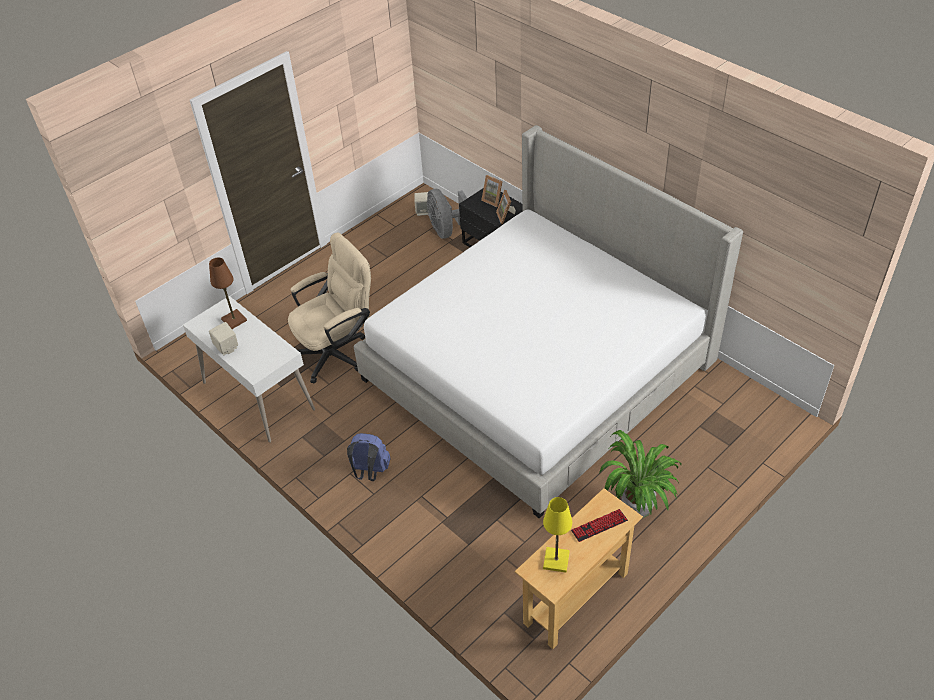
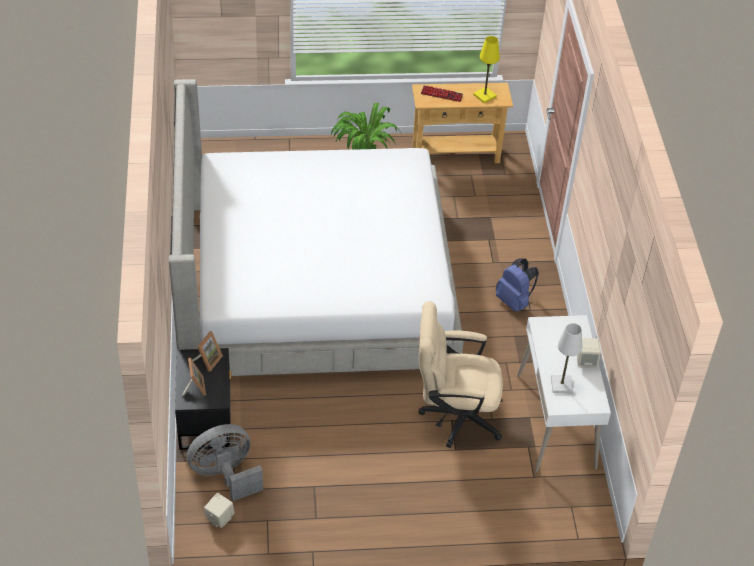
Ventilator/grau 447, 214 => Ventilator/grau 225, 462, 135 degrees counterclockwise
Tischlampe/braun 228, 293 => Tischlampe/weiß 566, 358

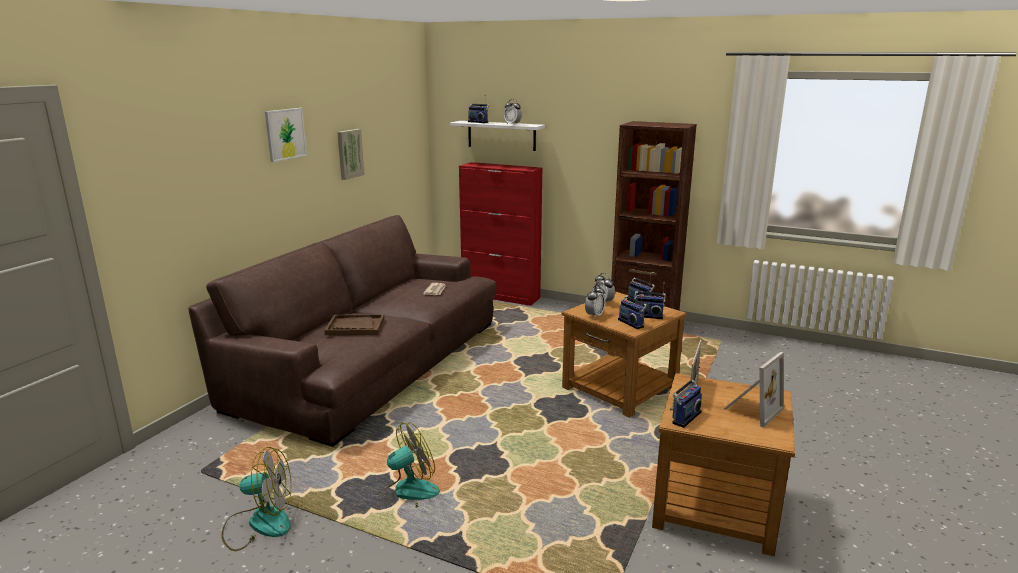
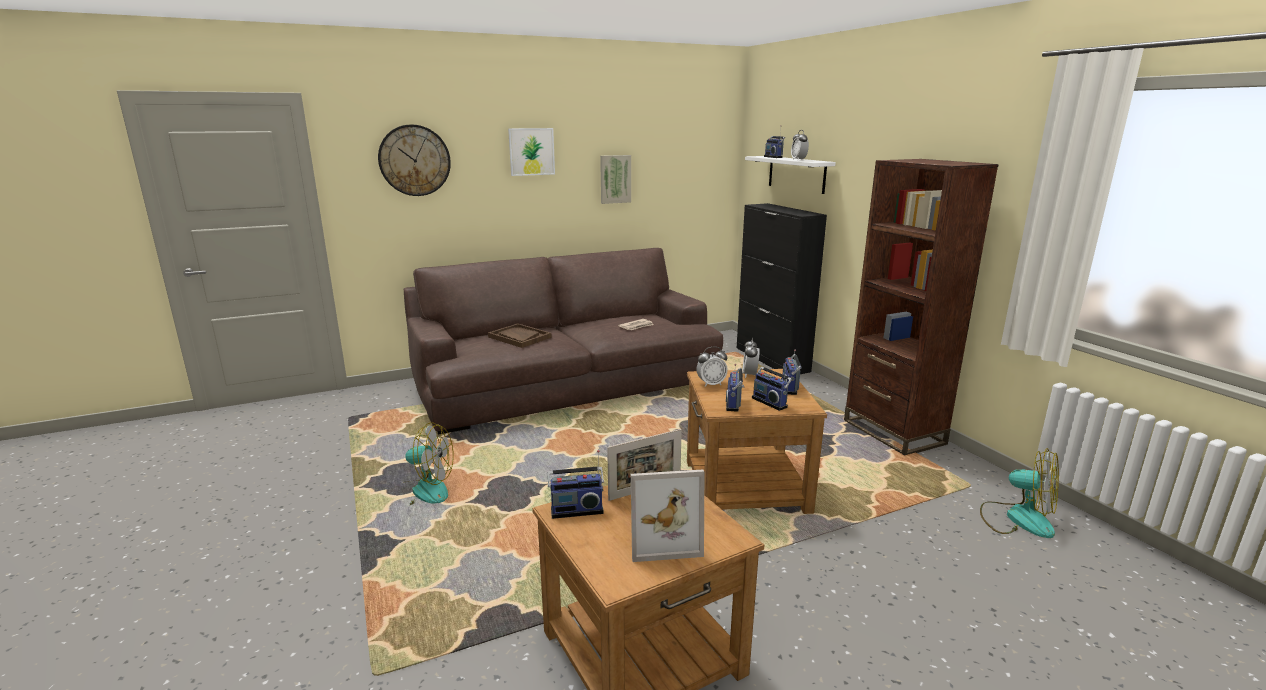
nothing => Wanduhr 414, 160
Schrank/rot 500, 234 => Schrank/schwarz 782, 288
Ventilator 256, 499 => Ventilator 1019, 493, shifted

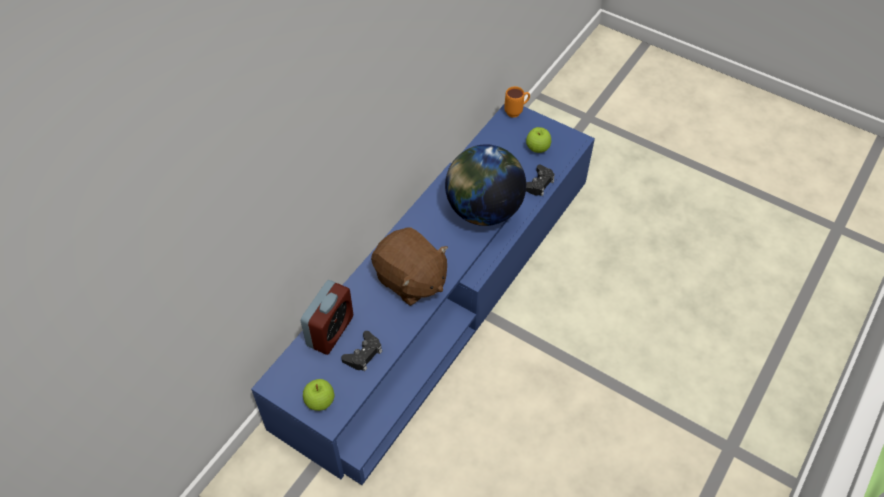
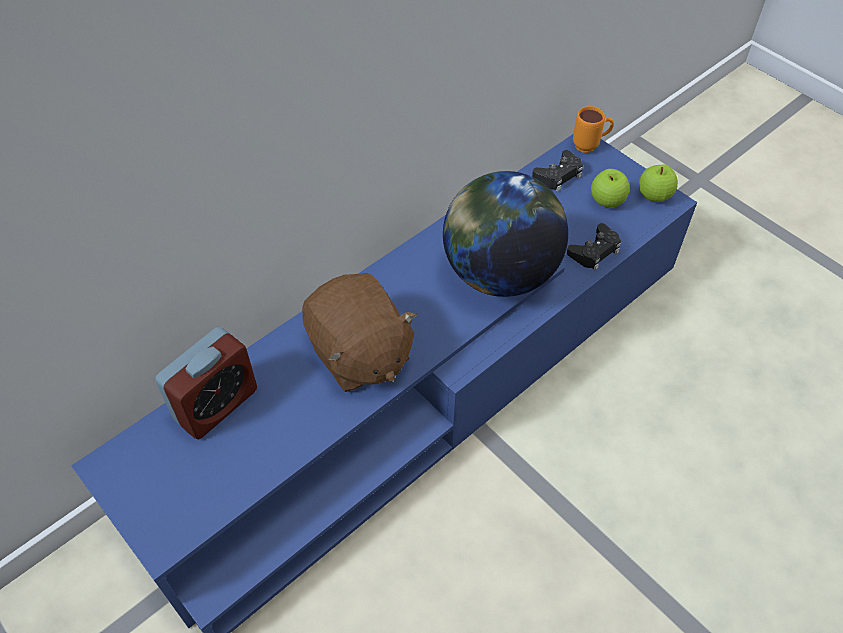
Gamepad/schwarz 361, 351 => Gamepad/schwarz 557, 171, shifted
Apfel 318, 395 => Apfel 658, 183, shifted

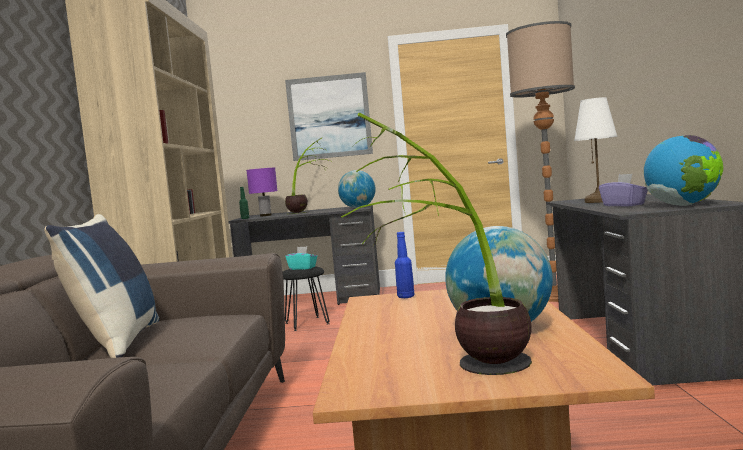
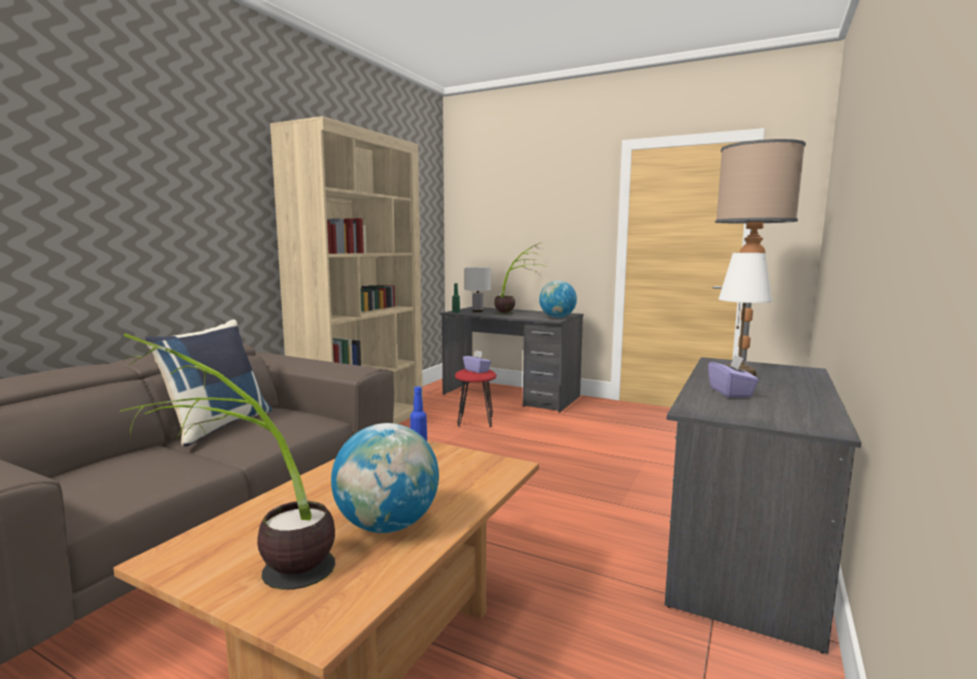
Hocker/schwarz 306, 298 => Hocker/rot 475, 398
Taschentuchbox/türkis 301, 258 => Taschentuchbox/lila 477, 361
Tischlampe/lila 261, 191 => Tischlampe/weiß 478, 289
Bild 329, 116 => nothing
Globus 683, 170 => nothing

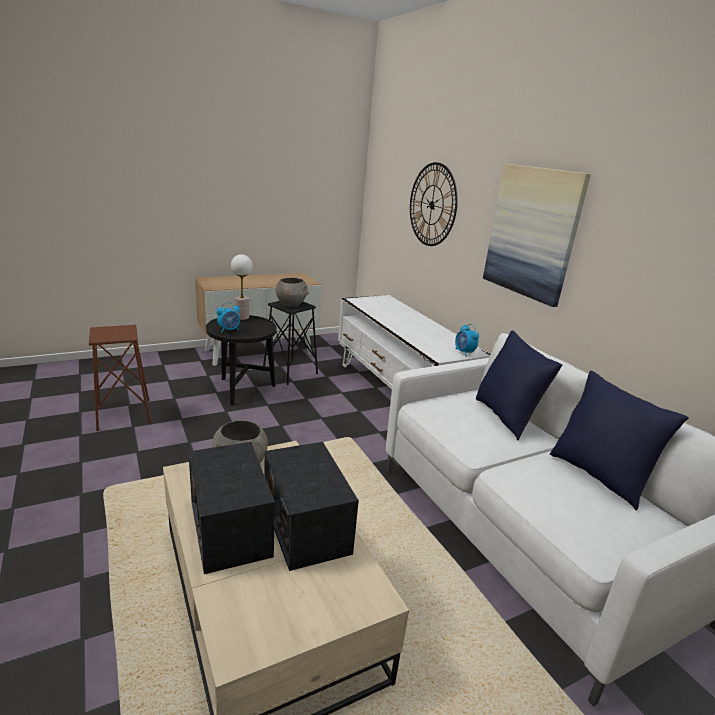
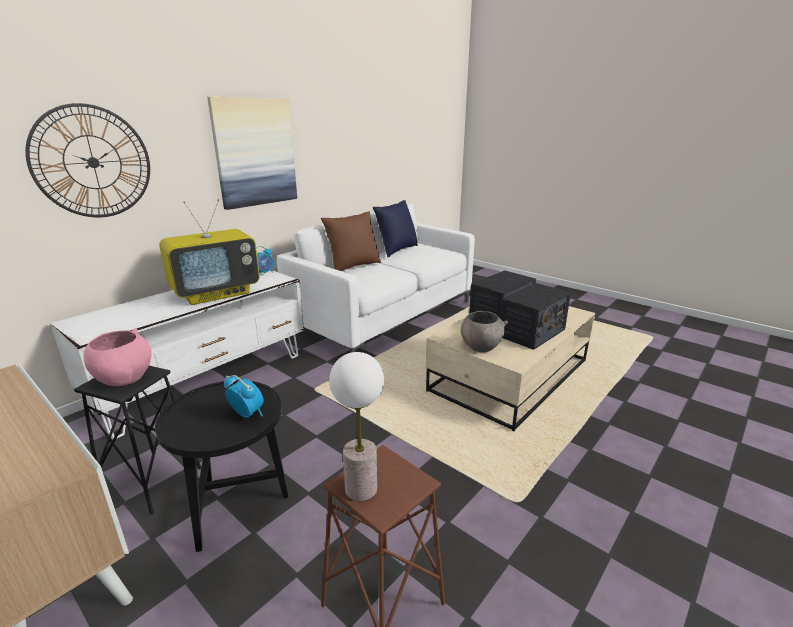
Schüssel/grau 292, 292 => Schüssel/rosa 118, 357
nothing => Fernseher 209, 252
Kissen/blau 519, 385 => Kissen/braun 351, 241
Tischlampe 242, 287 => Tischlampe 356, 426, shifted

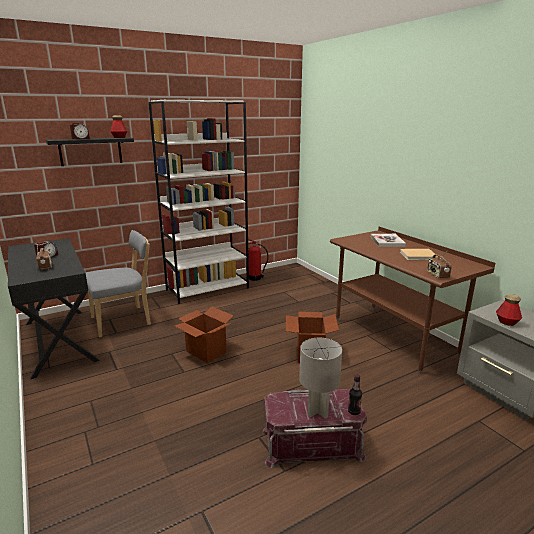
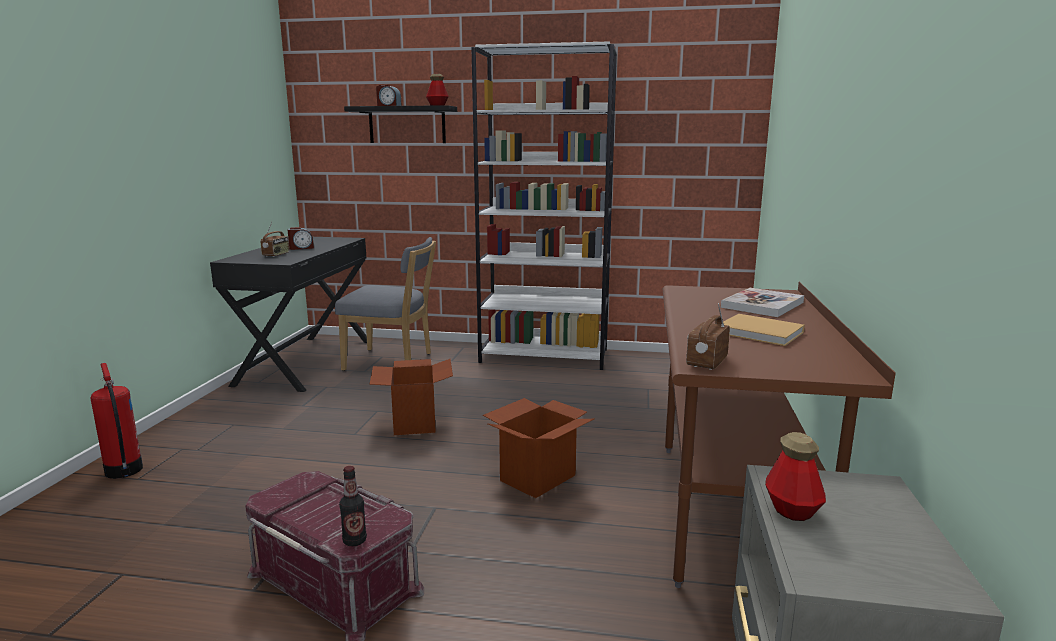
Feuerlöscher 258, 260 => Feuerlöscher 117, 421, shifted
Tischlampe/grau 320, 378 => nothing

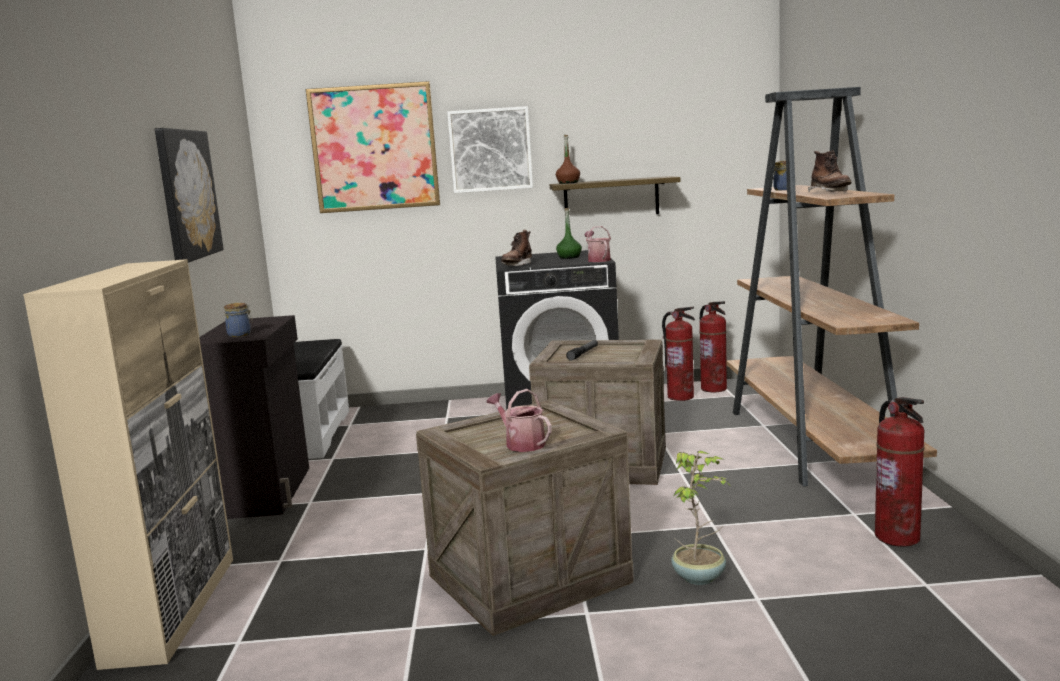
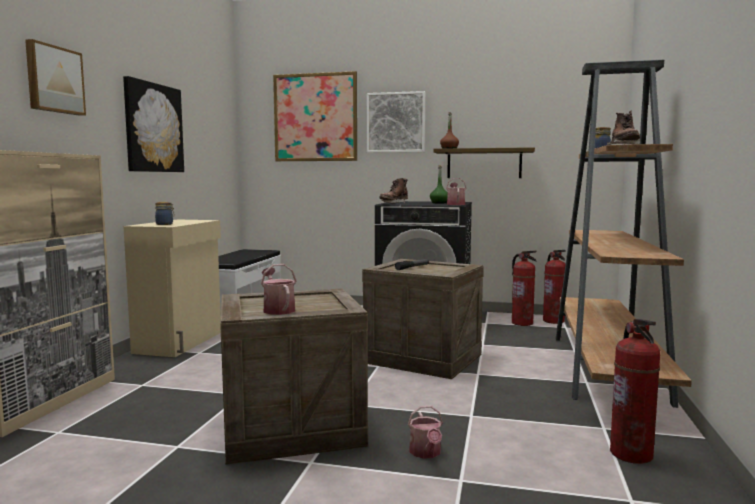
nothing => Bild 55, 77
Schrank/schwarz 254, 417 => Schrank/beige 172, 288
Topfpflanze 700, 518 => Gießkanne 425, 432

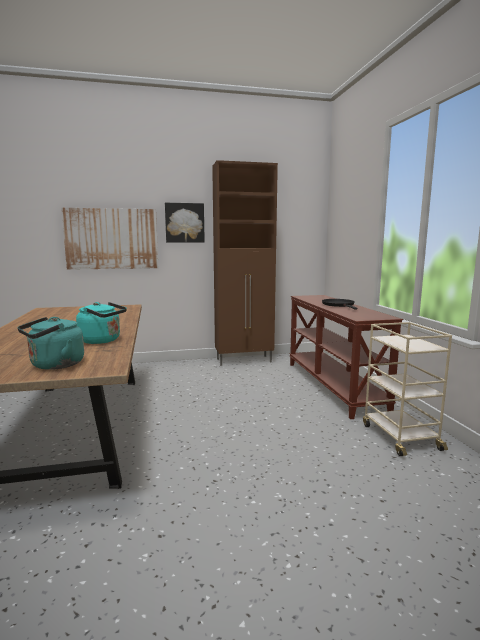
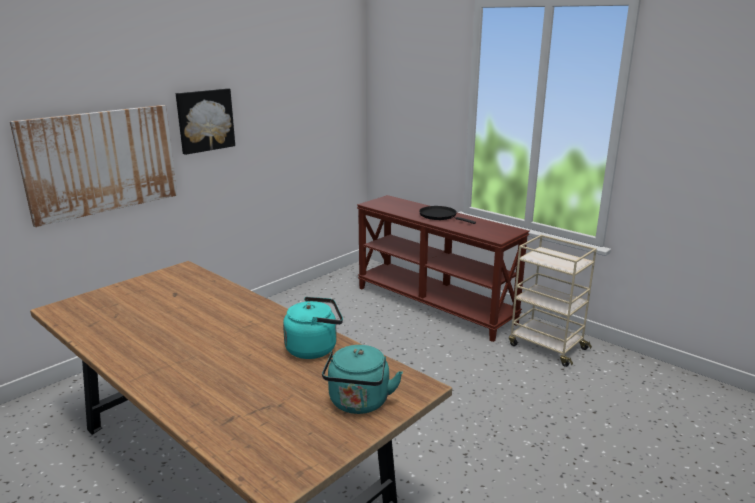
Schrank/braun 245, 263 => nothing

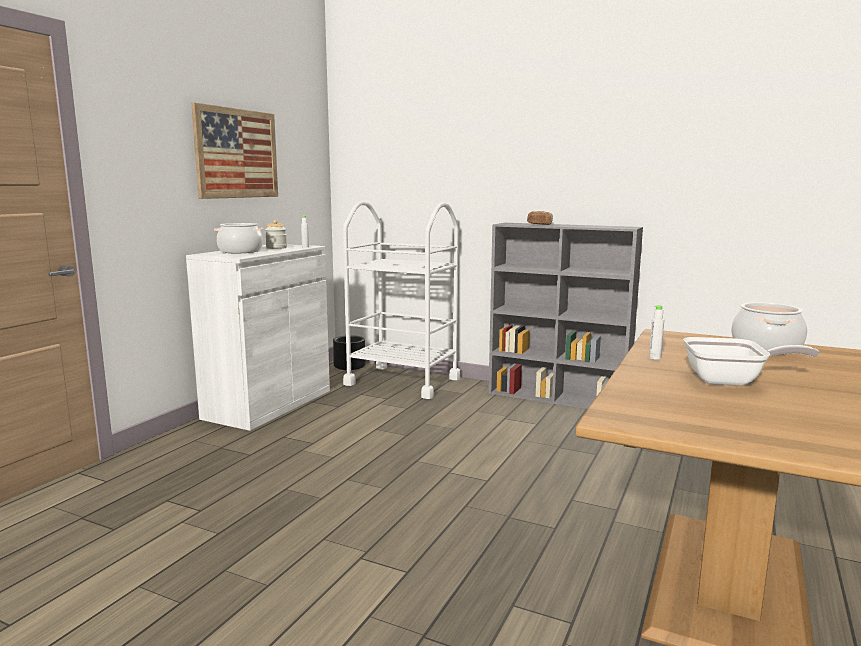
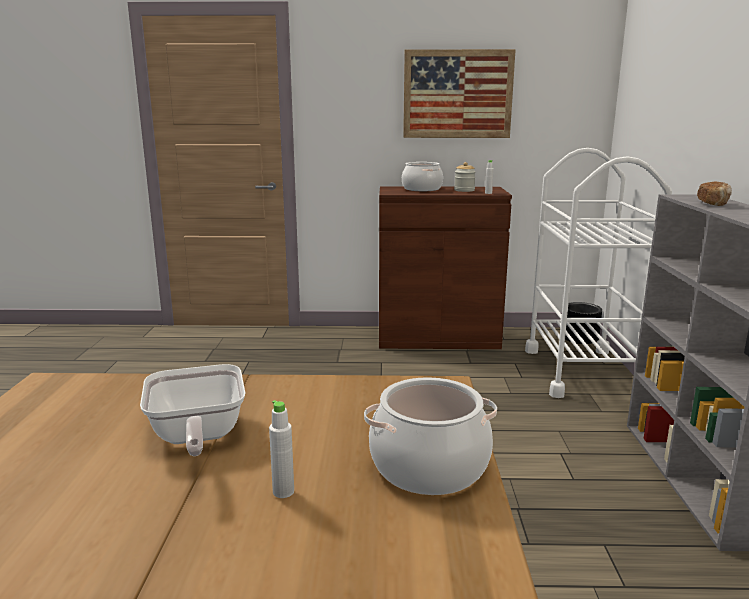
Flasche/weiß 656, 332 => Flasche/weiß 281, 449, shifted
Schrank/weiß 258, 337 => Schrank/braun 445, 267

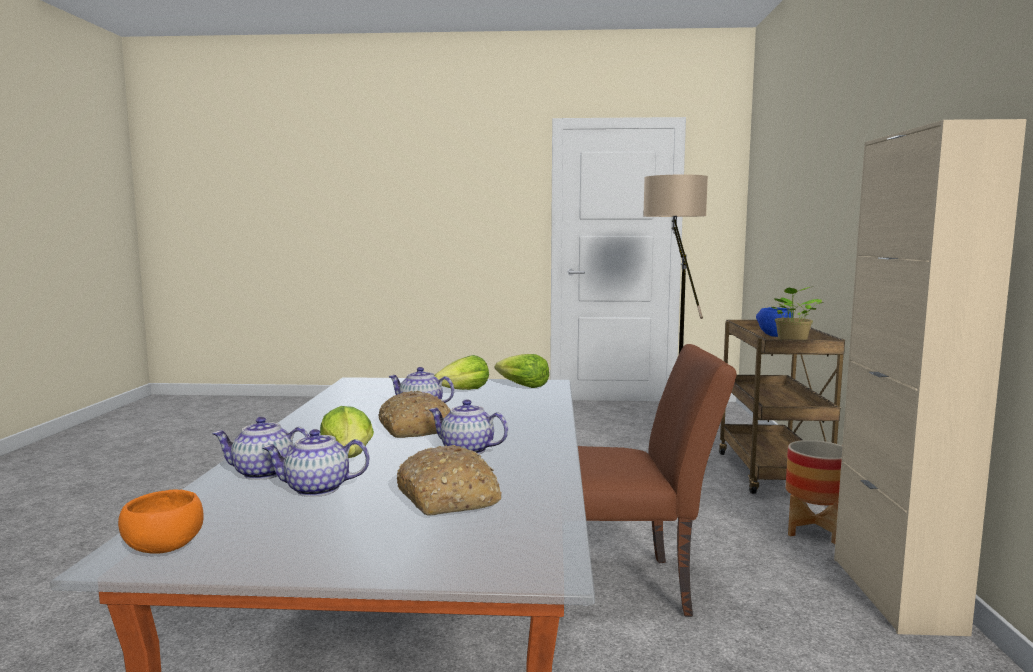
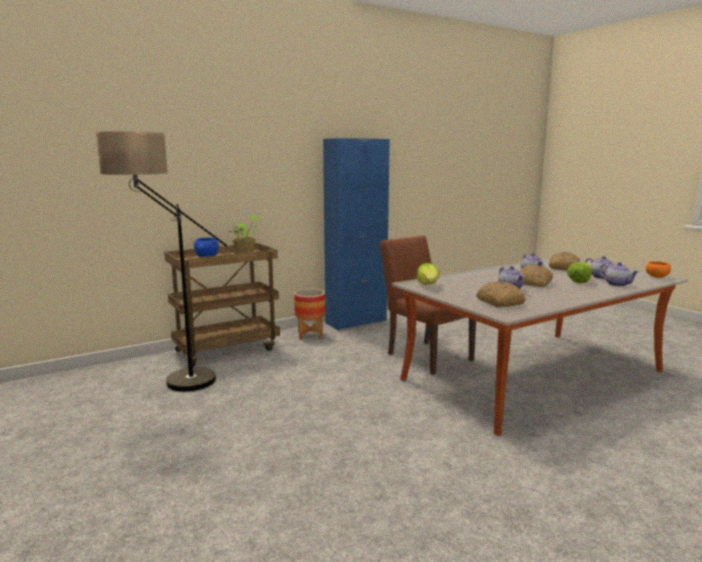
Schrank/beige 930, 377 => Schrank/blau 356, 234
nothing => Brot 501, 294
Salatkopf 461, 372 => nothing

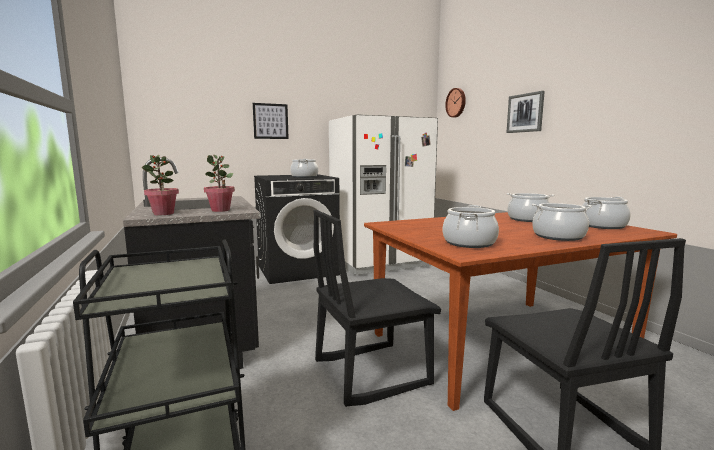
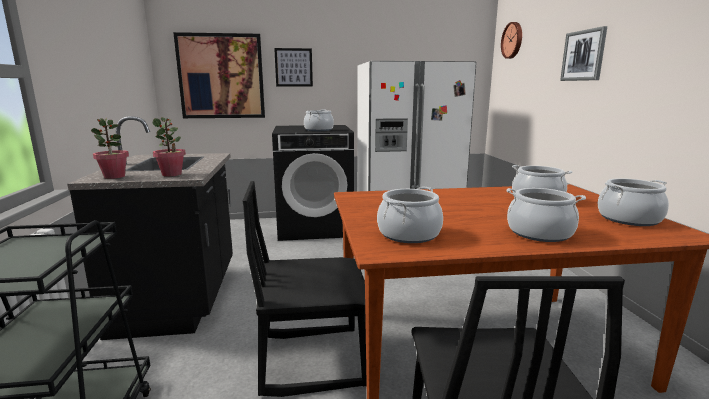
nothing => Bild 219, 75

